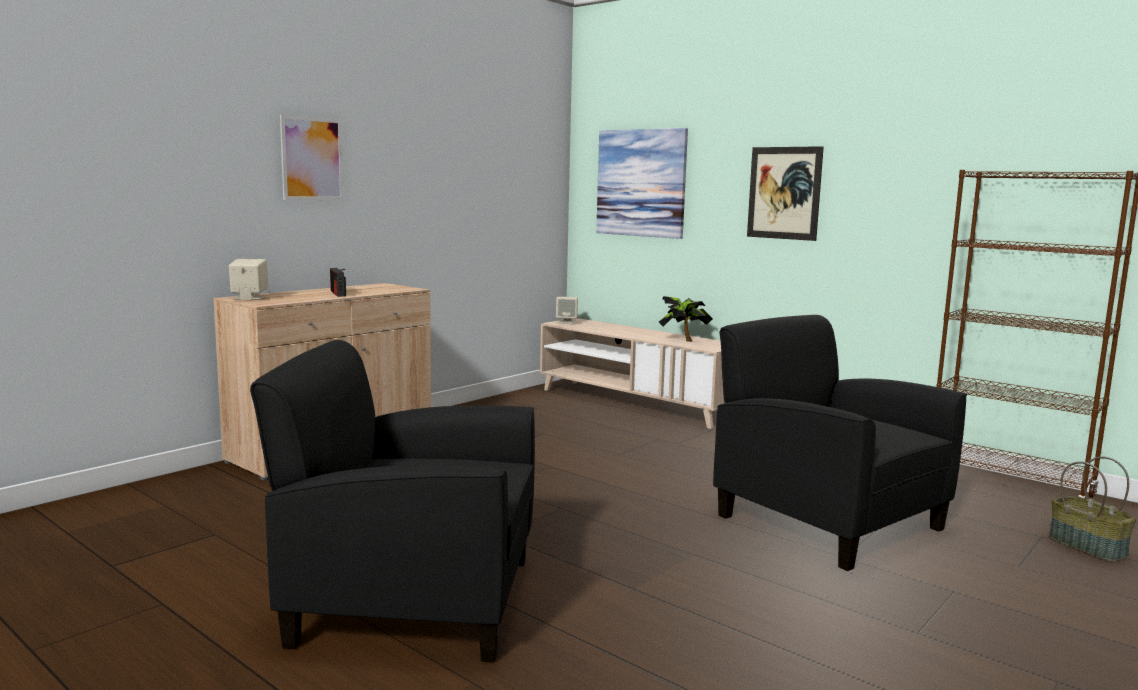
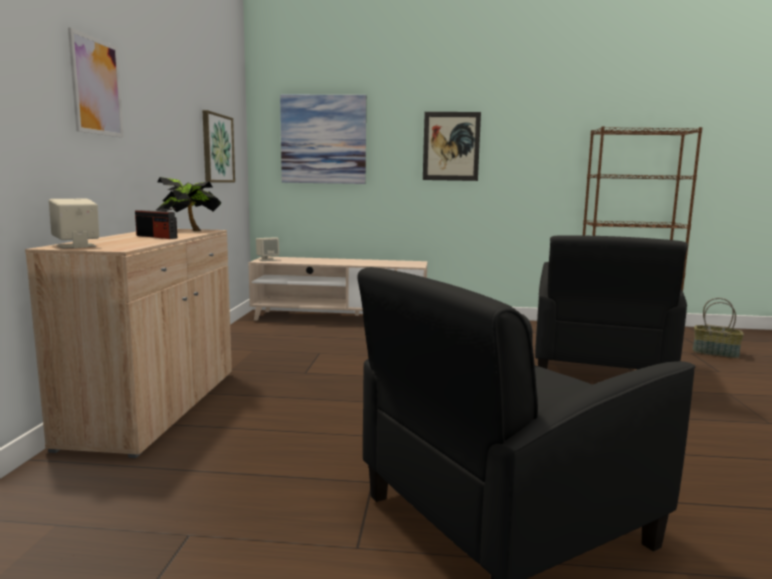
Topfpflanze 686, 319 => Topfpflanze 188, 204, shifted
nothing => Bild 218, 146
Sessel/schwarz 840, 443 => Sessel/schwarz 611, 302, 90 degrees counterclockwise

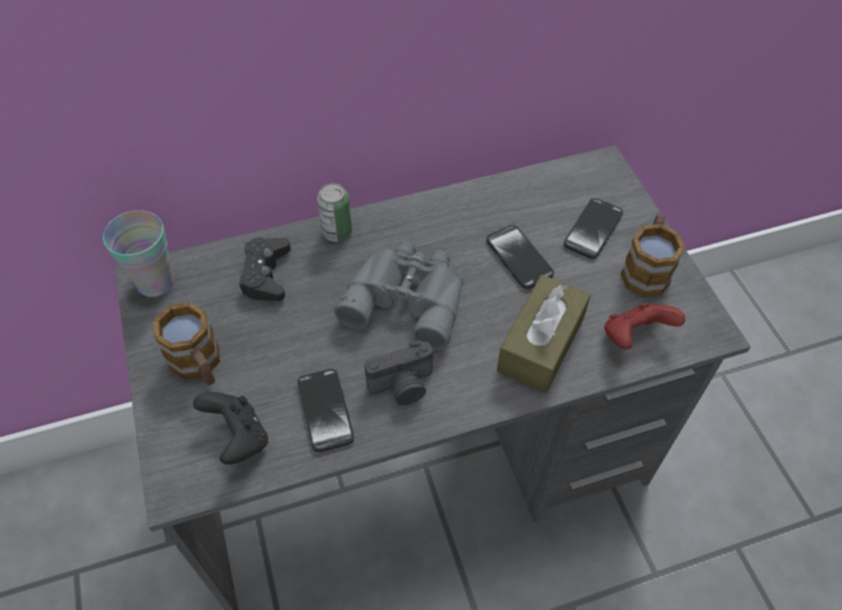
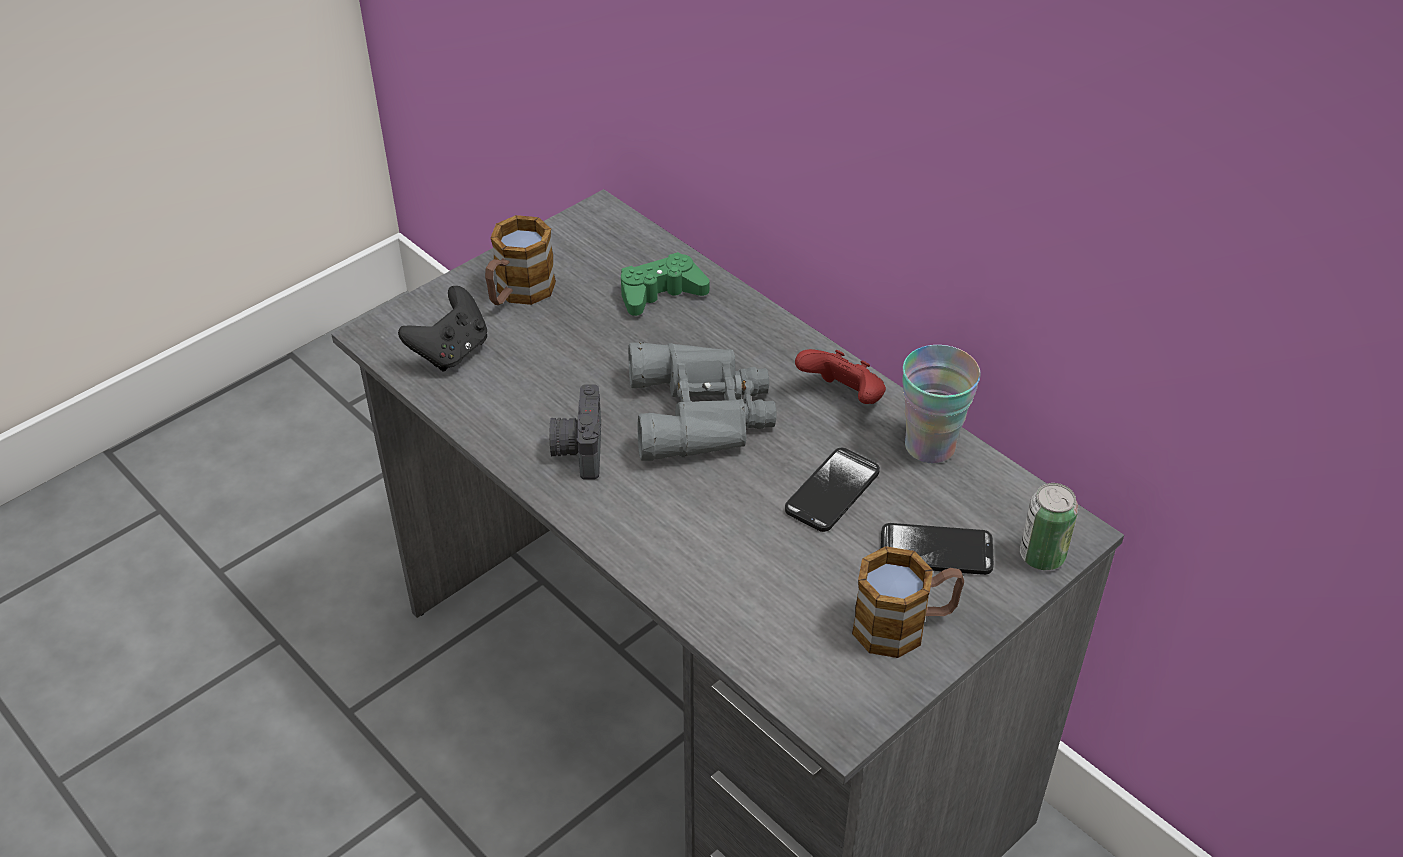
Kamera 398, 372 => Kamera 575, 432, 45 degrees clockwise
Gamepad/schwarz 265, 269 => Gamepad/grün 665, 284
Gamepad/rot 644, 326 => Gamepad/rot 840, 376, shifted
Tasse 139, 253 => Tasse 942, 404, shifted
Dose 334, 212 => Dose 1049, 526, shifted
Handy 325, 410 => nothing
Taschentuchbox/braun 544, 334 => nothing

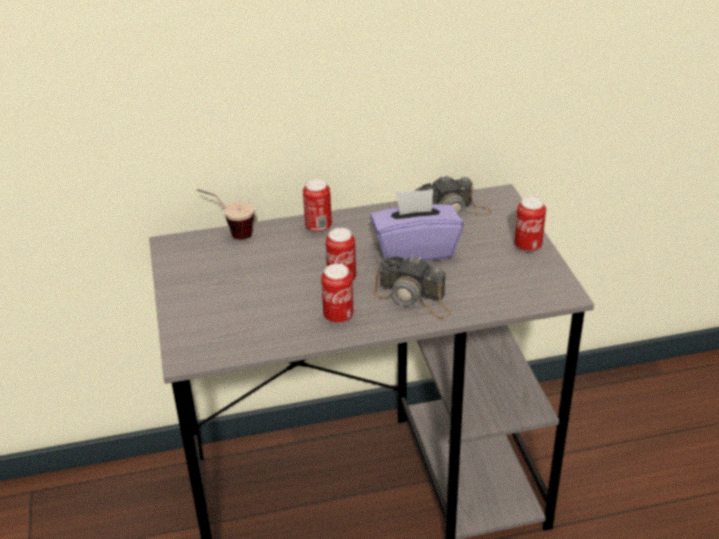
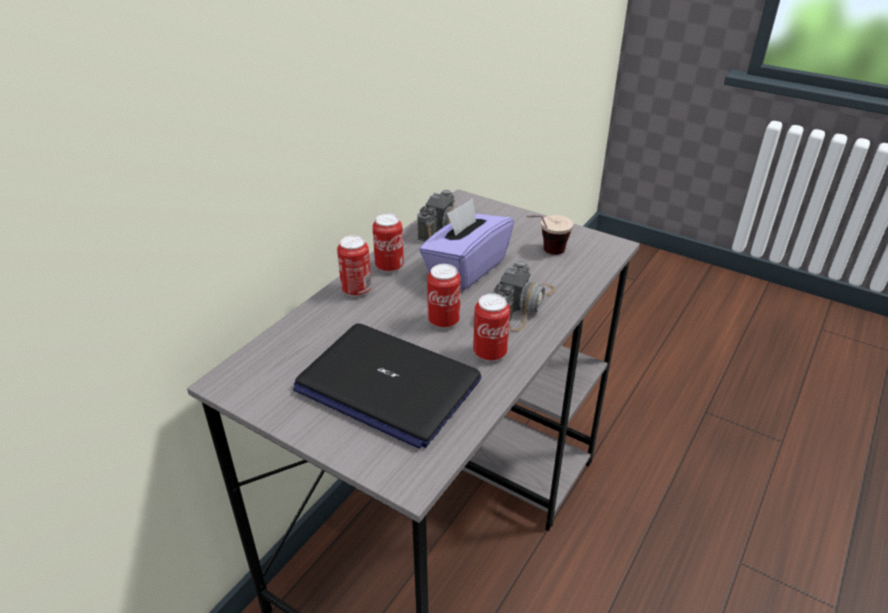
nothing => Laptop 387, 386
Dose 530, 224 => Dose 388, 243, shifted
Kamera 412, 286 => Kamera 524, 296, 45 degrees counterclockwise
Tasse 225, 214 => Tasse 549, 235, shifted

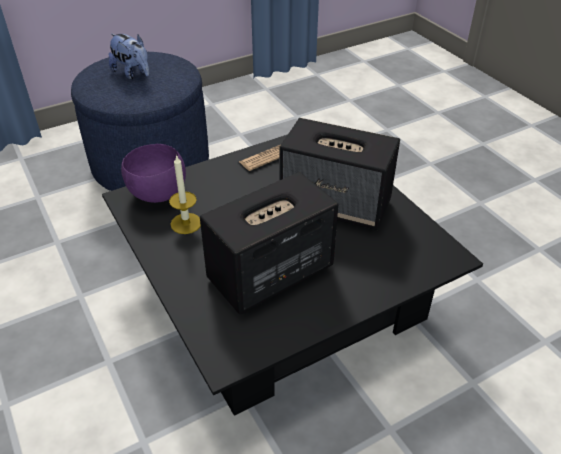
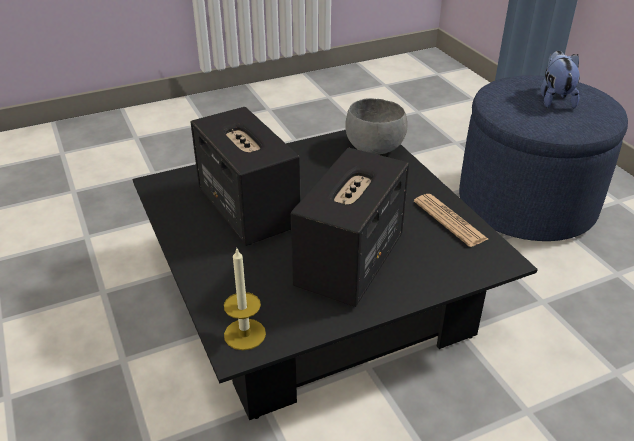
Kerze 185, 194 => Kerze 245, 299, shifted
Schüssel/lila 153, 173 => Schüssel/grau 376, 126
Plüschtier 129, 56 => Plüschtier 560, 80, 135 degrees clockwise

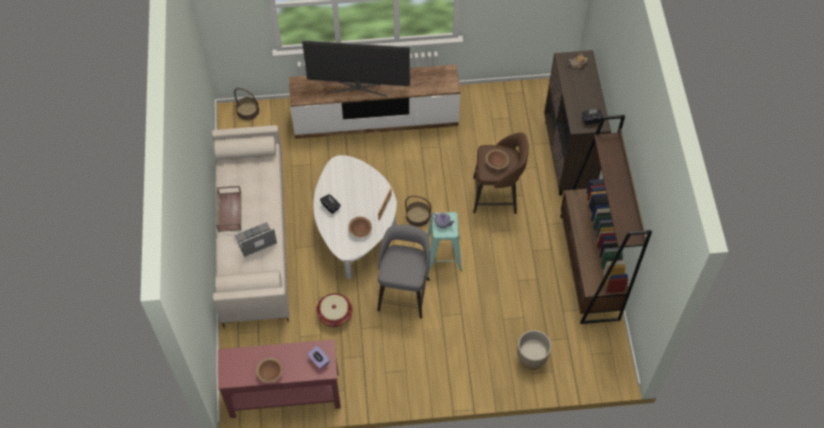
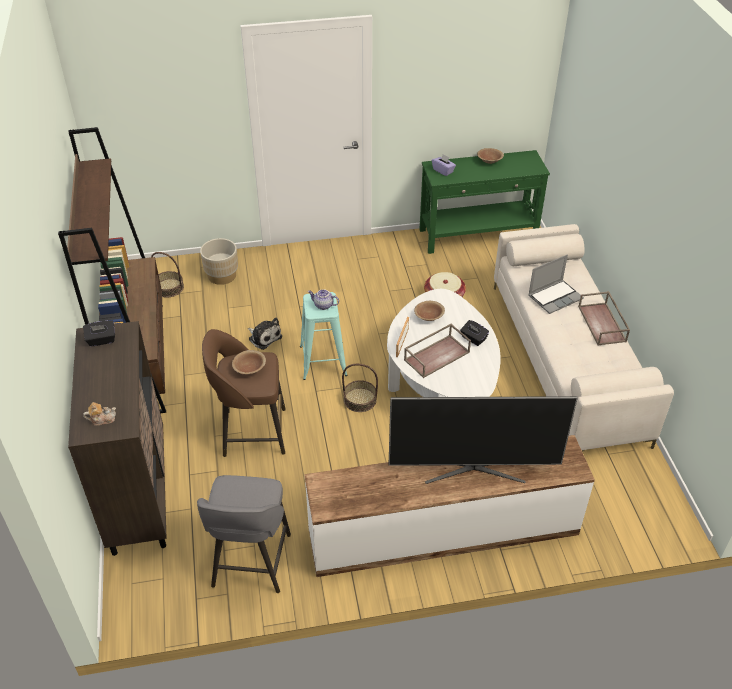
Korb 247, 104 => Korb 167, 275, shifted
Hocker/grau 403, 272 => Hocker/grau 244, 534, shifted
nothing => Plüschtier 265, 334
nothing => Tablett/braun 437, 351
Konsolentisch/rot 279, 378 => Konsolentisch/grün 484, 202

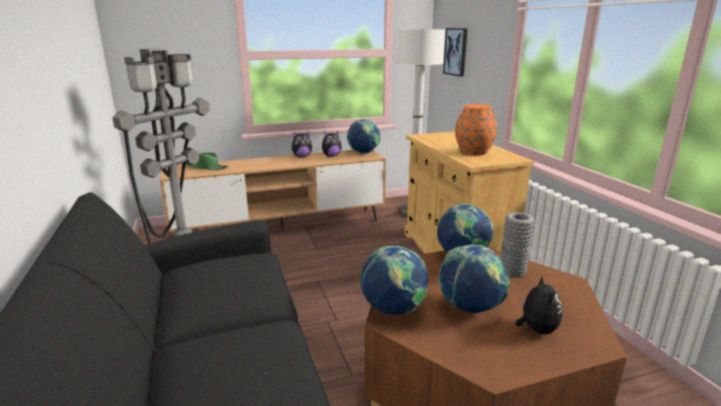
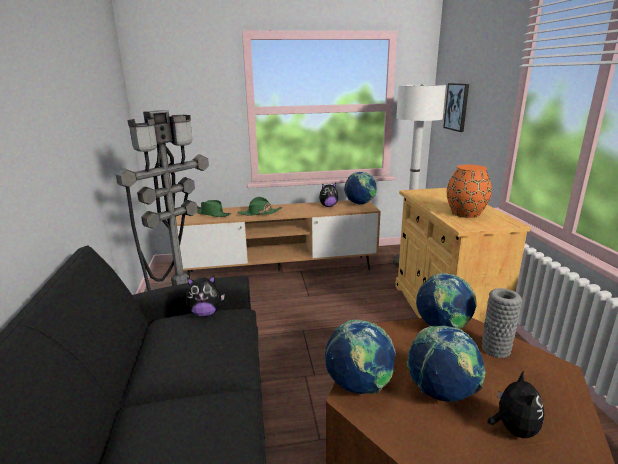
Plüschtier 302, 144 => Plüschtier 205, 296, shifted
nothing => Hut/grün 260, 206

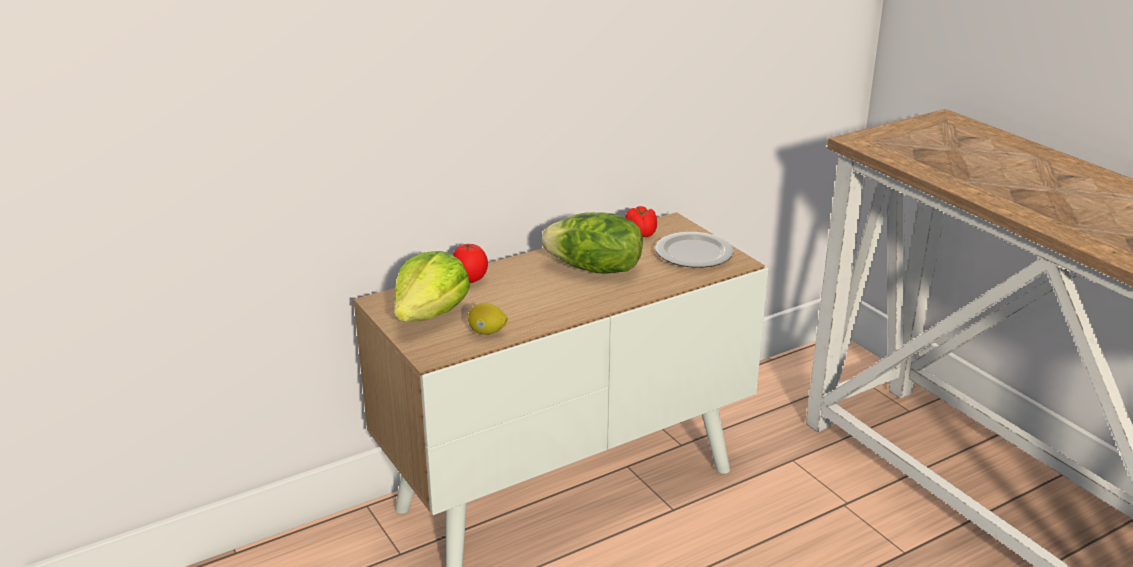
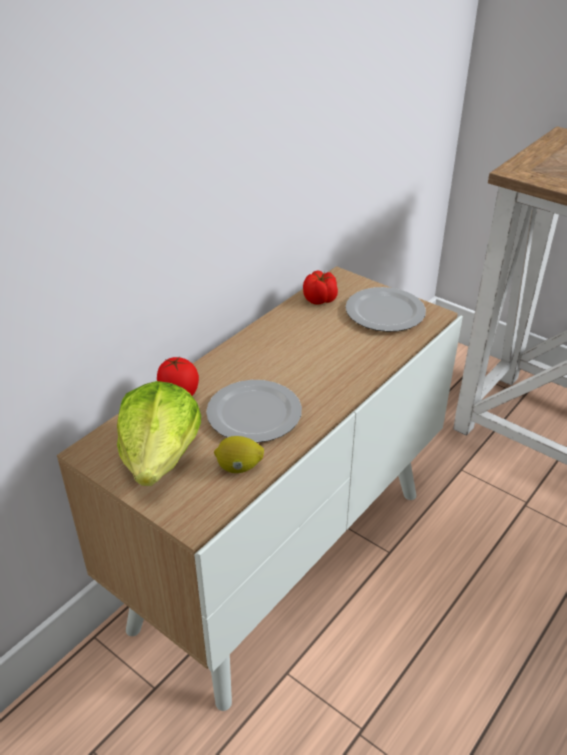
nothing => Teller 254, 411
Salatkopf 592, 243 => nothing

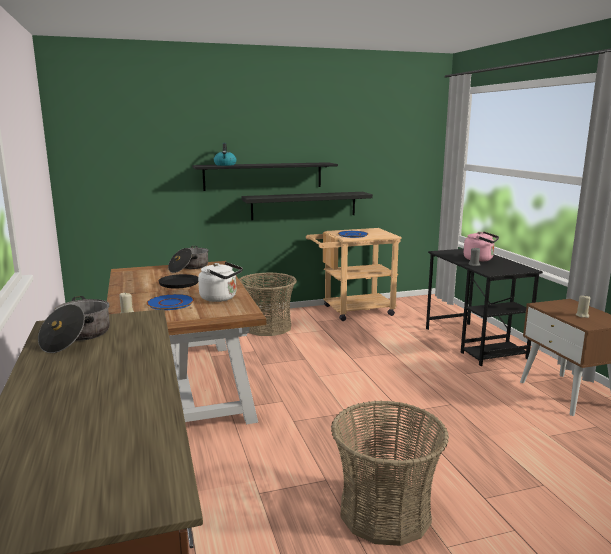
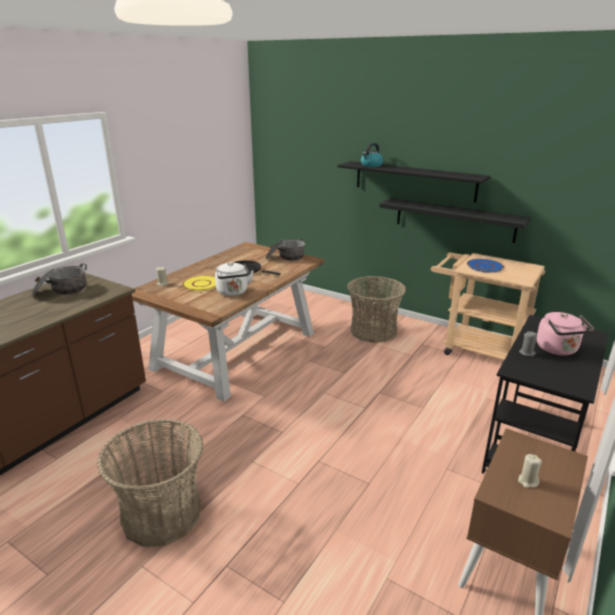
Teller/blau 170, 302 => Teller/gelb 199, 283

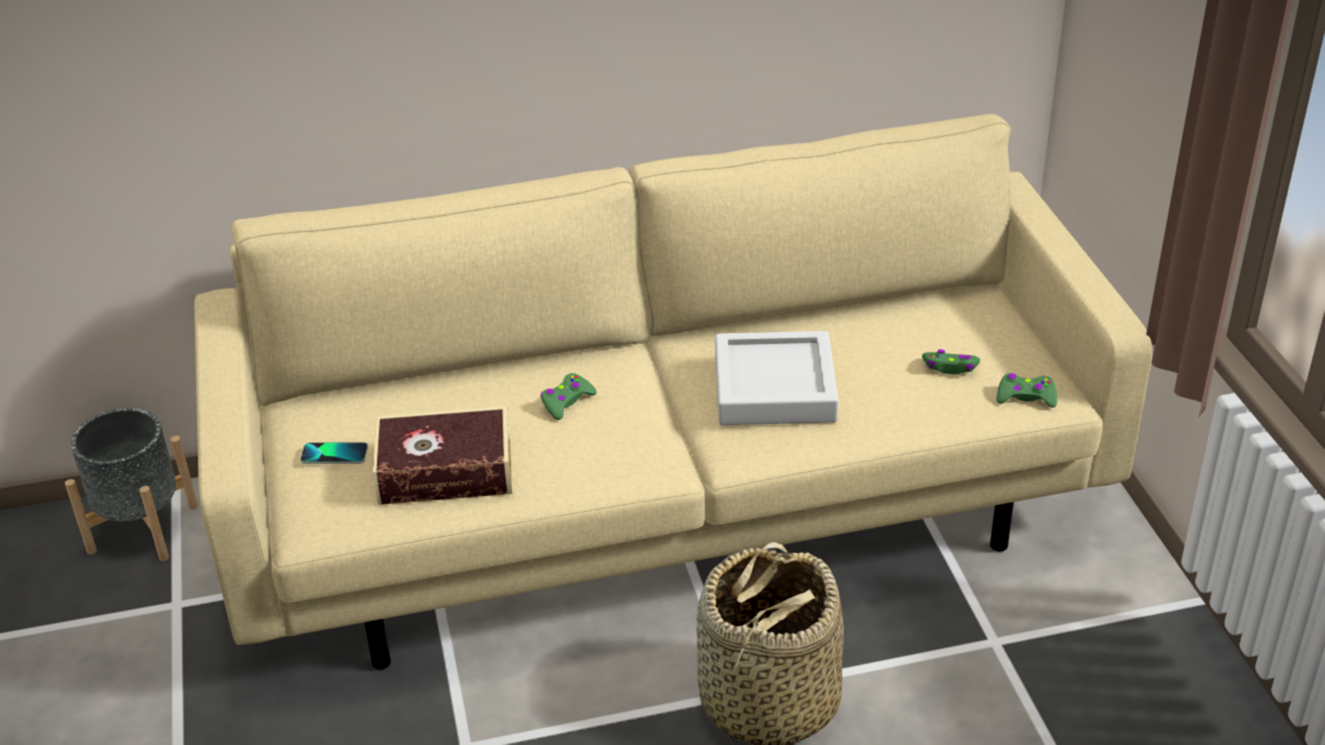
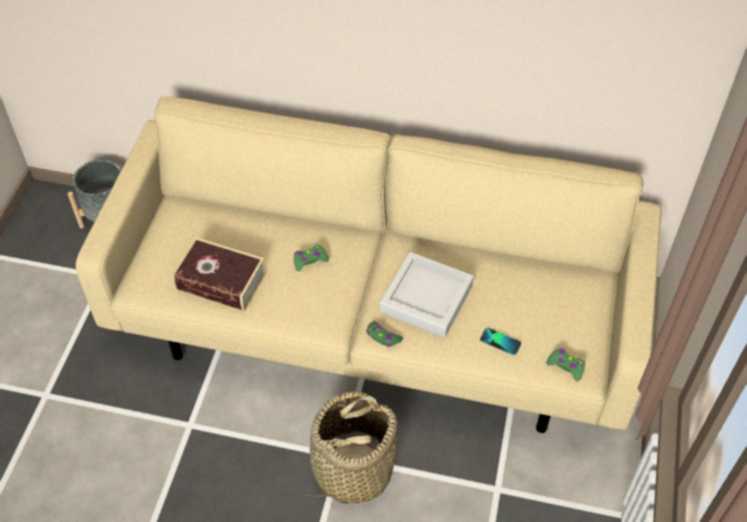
Gamepad/grün 951, 361 => Gamepad/grün 384, 334, shifted
Handy 334, 453 => Handy 500, 342, shifted

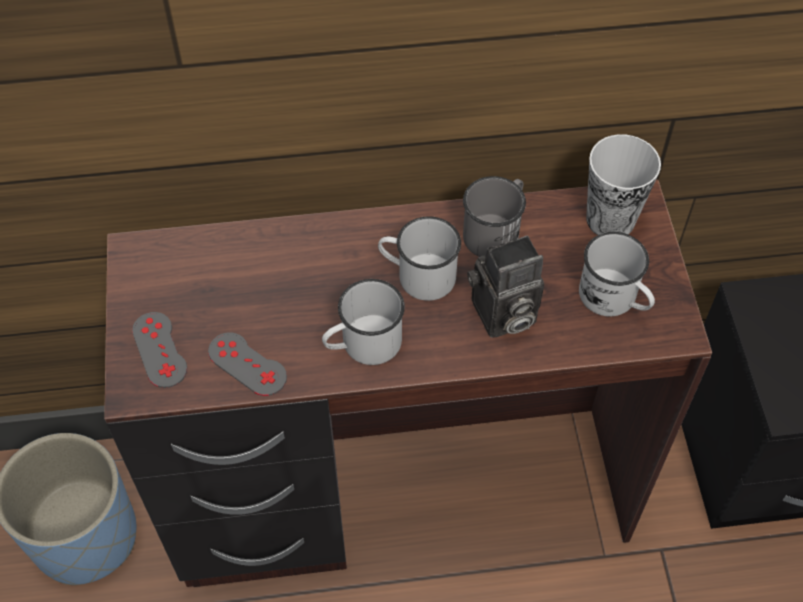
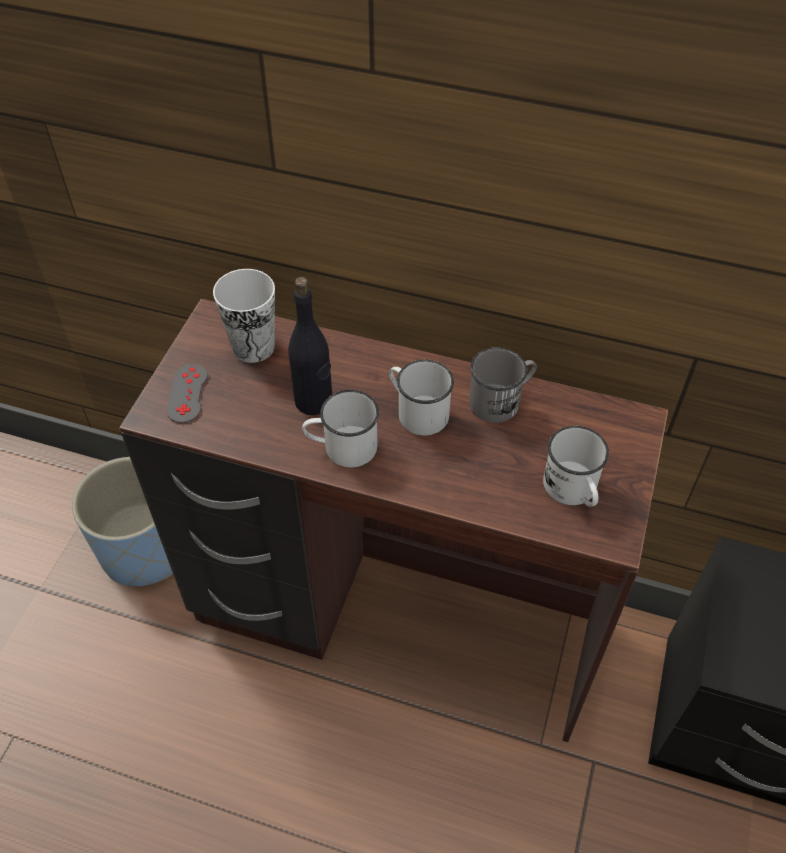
Tasse 623, 184 => Tasse 244, 316, shifted
nothing => Flasche/schwarz 310, 346
Gamepad/grau 247, 364 => nothing
Kamera 505, 287 => nothing

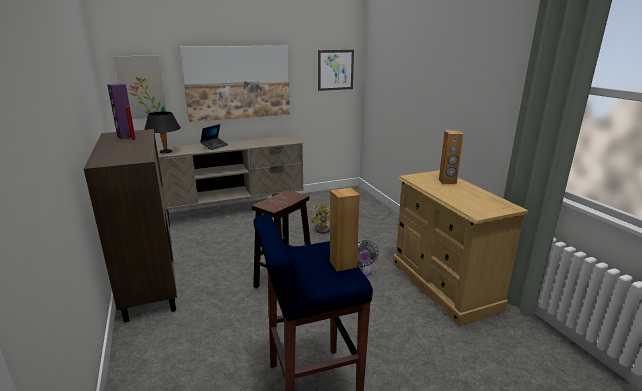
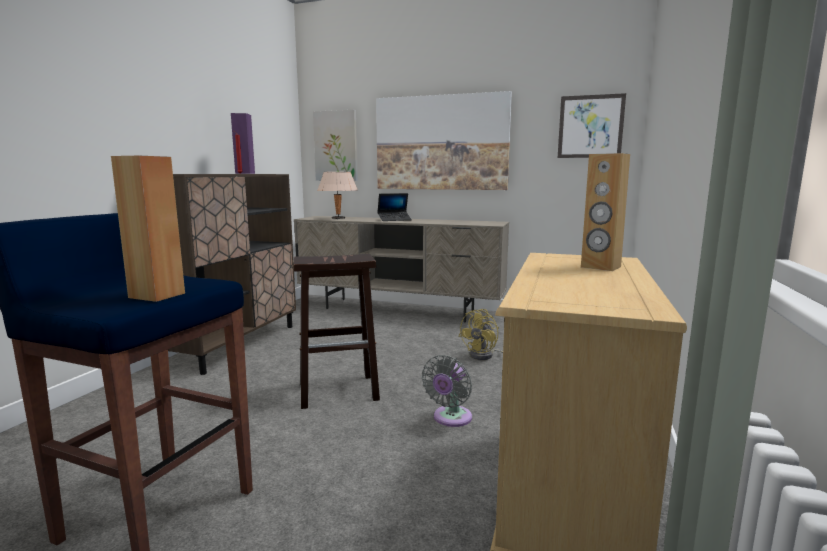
Tischlampe/schwarz 162, 132 => Tischlampe/beige 337, 195

